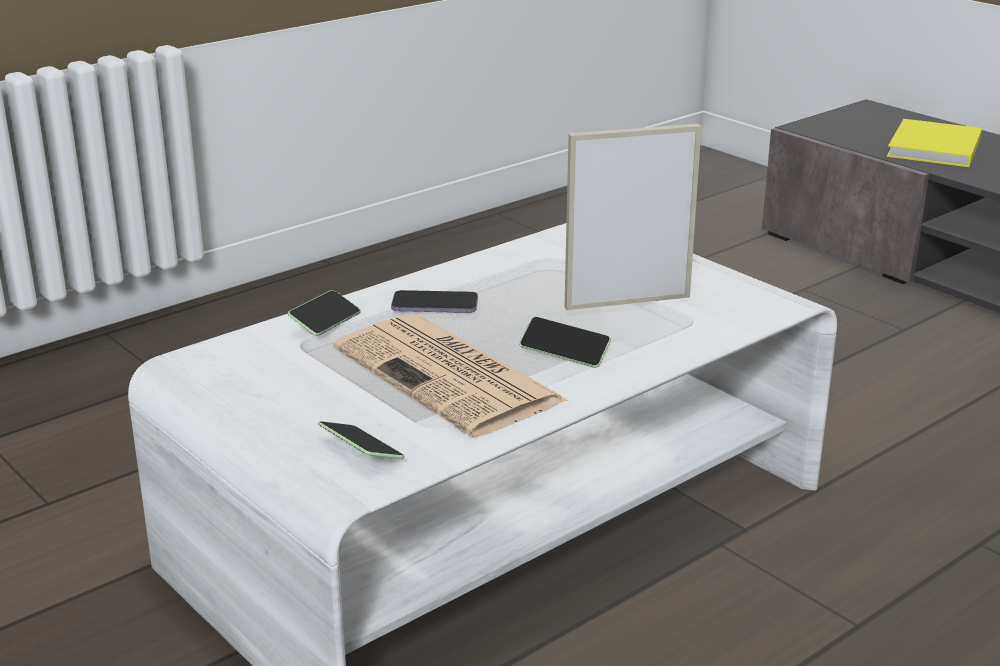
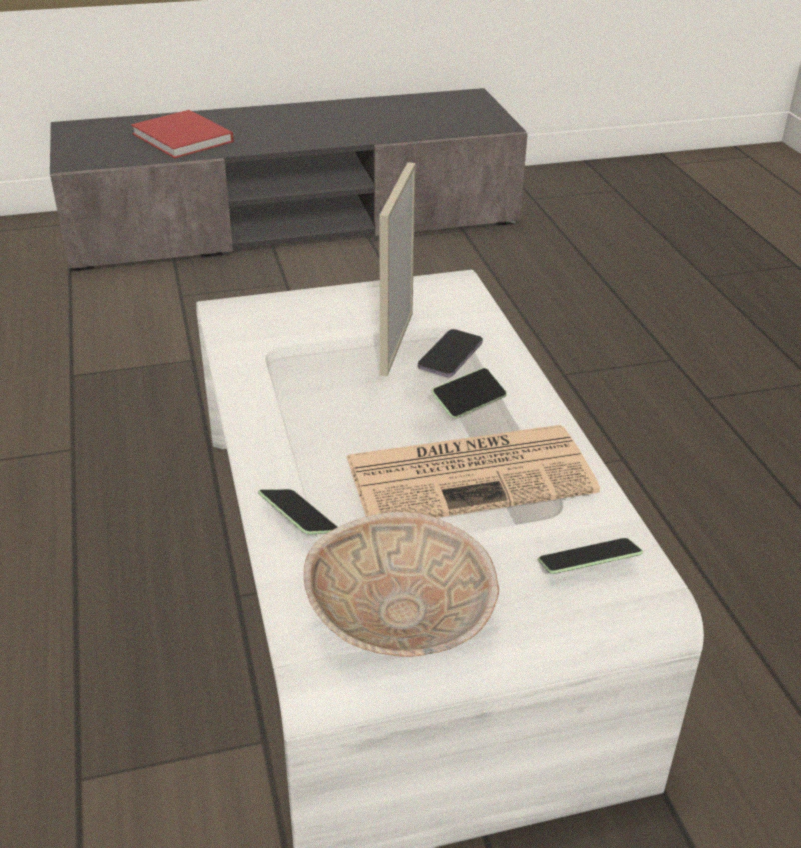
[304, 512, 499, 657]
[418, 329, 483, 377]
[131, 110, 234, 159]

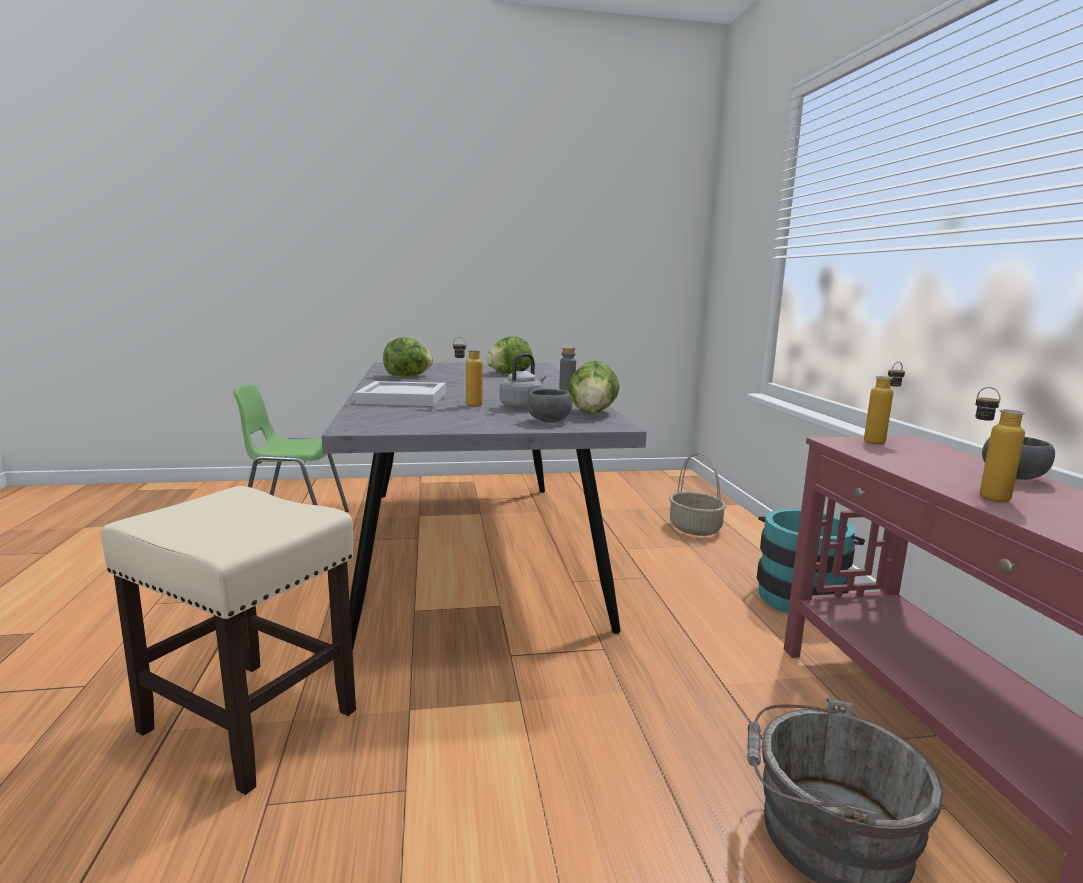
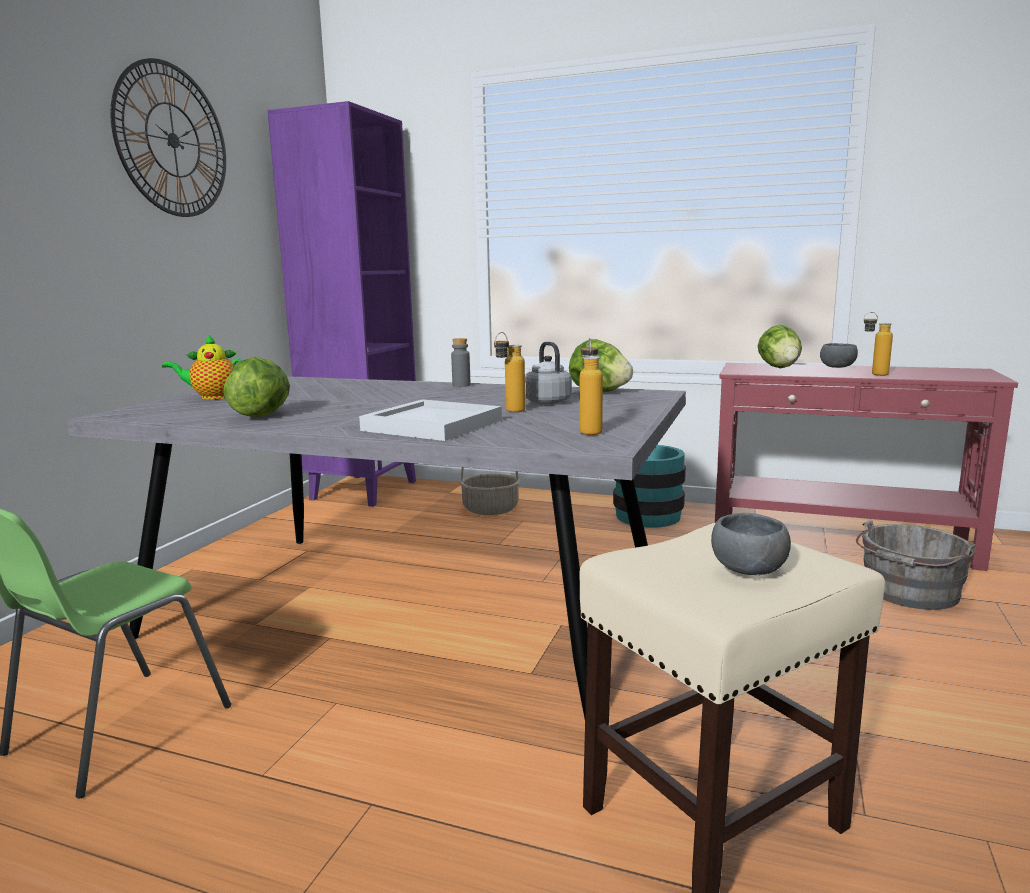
[110, 58, 226, 217]
[162, 334, 242, 400]
[267, 101, 416, 507]
[758, 325, 802, 368]
[711, 513, 791, 575]
[579, 338, 603, 435]

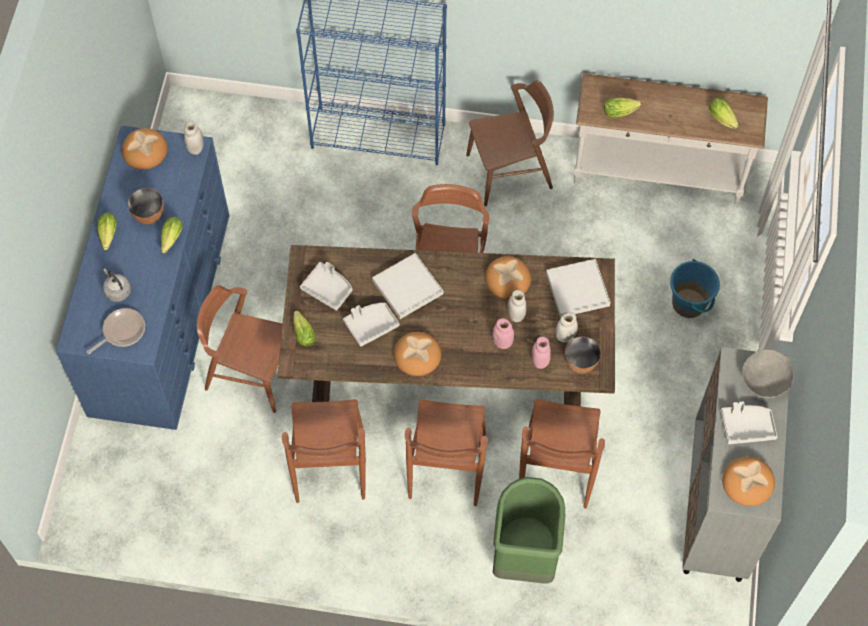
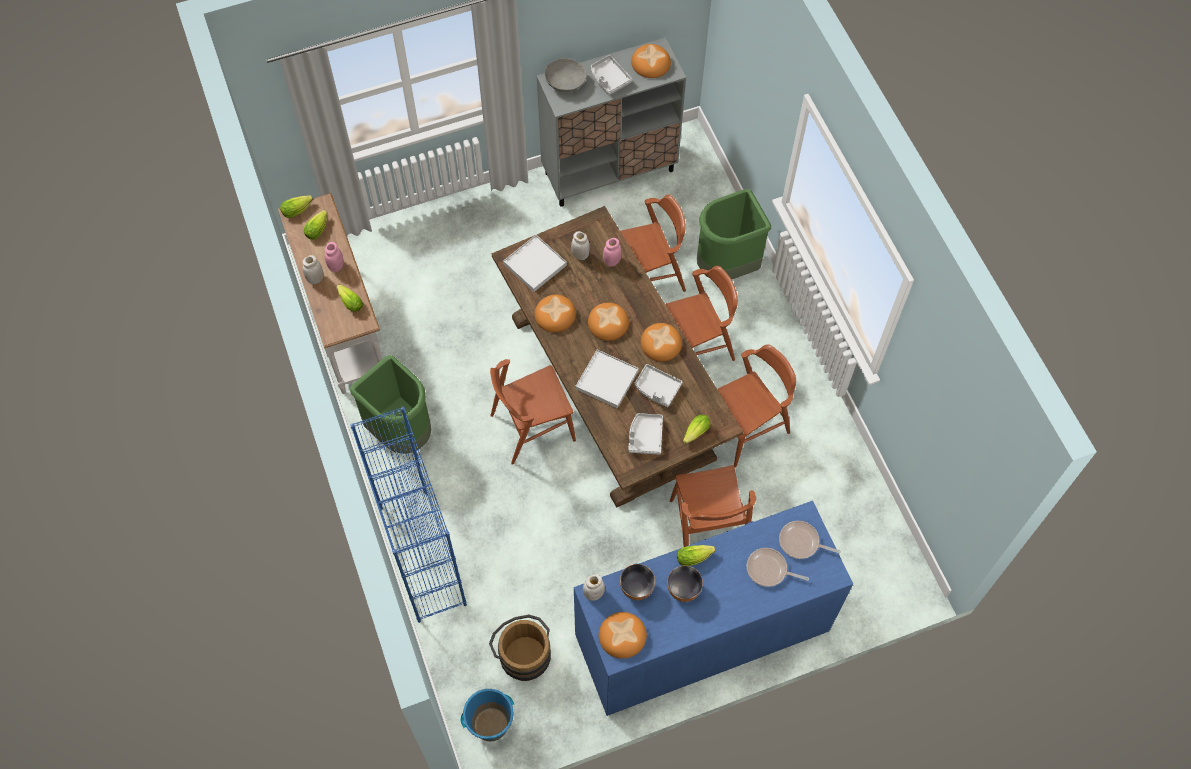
[489, 615, 551, 681]
[588, 303, 629, 341]
[280, 195, 313, 218]
[325, 242, 343, 272]
[302, 255, 324, 284]
[620, 564, 655, 600]
[461, 689, 515, 741]
[747, 548, 809, 587]
[350, 355, 431, 454]

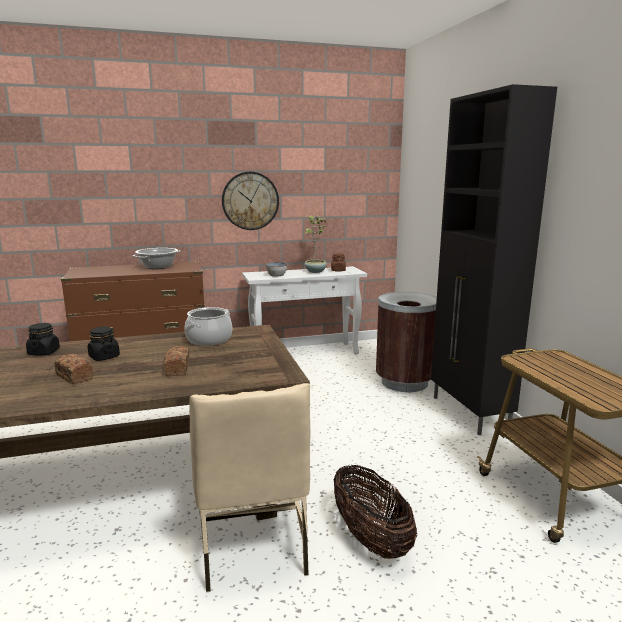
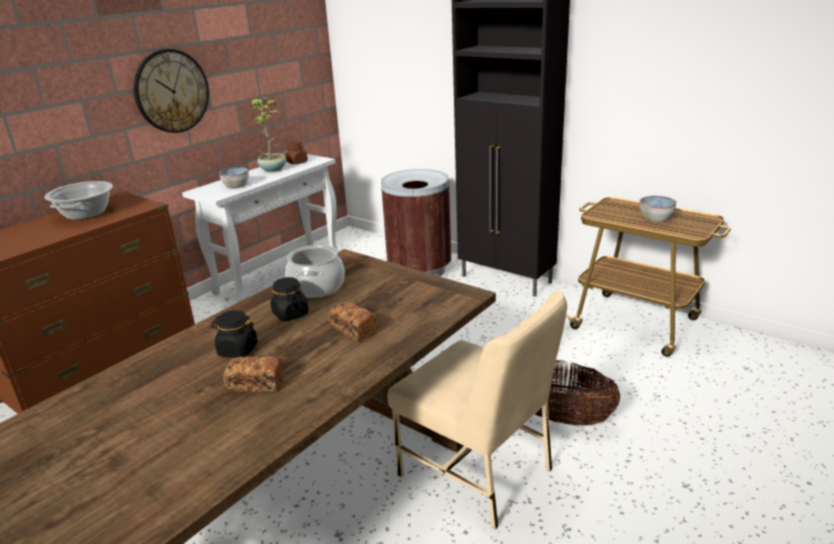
[640, 196, 677, 222]
[271, 277, 309, 321]

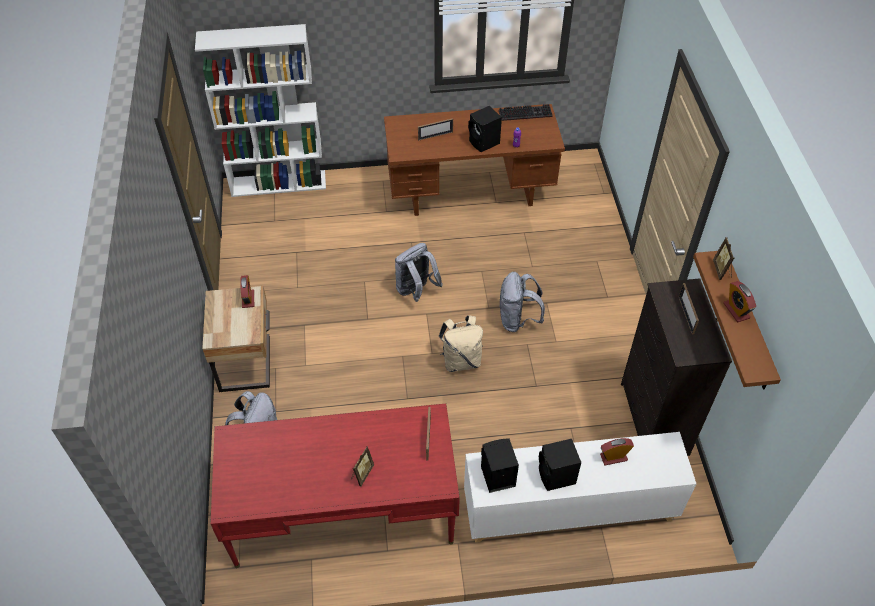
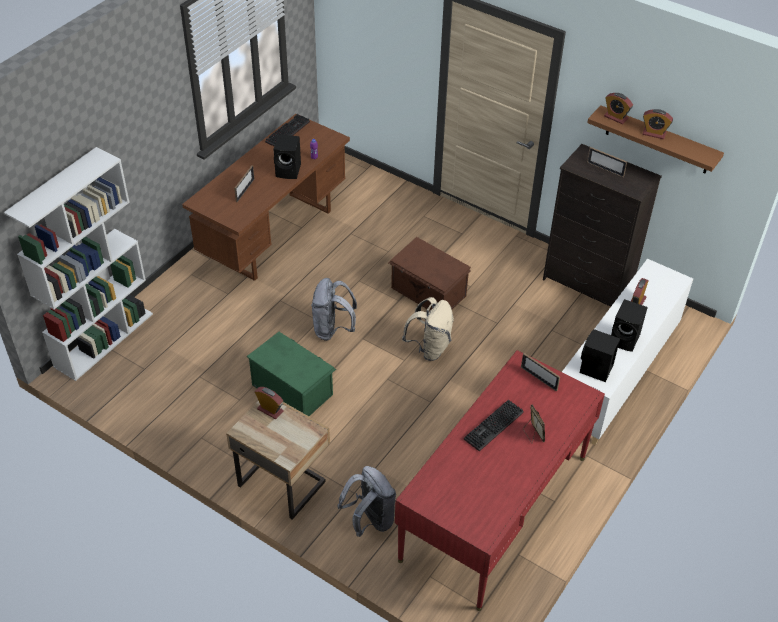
[247, 332, 336, 416]
[464, 399, 524, 451]
[388, 237, 471, 311]
[604, 93, 633, 124]

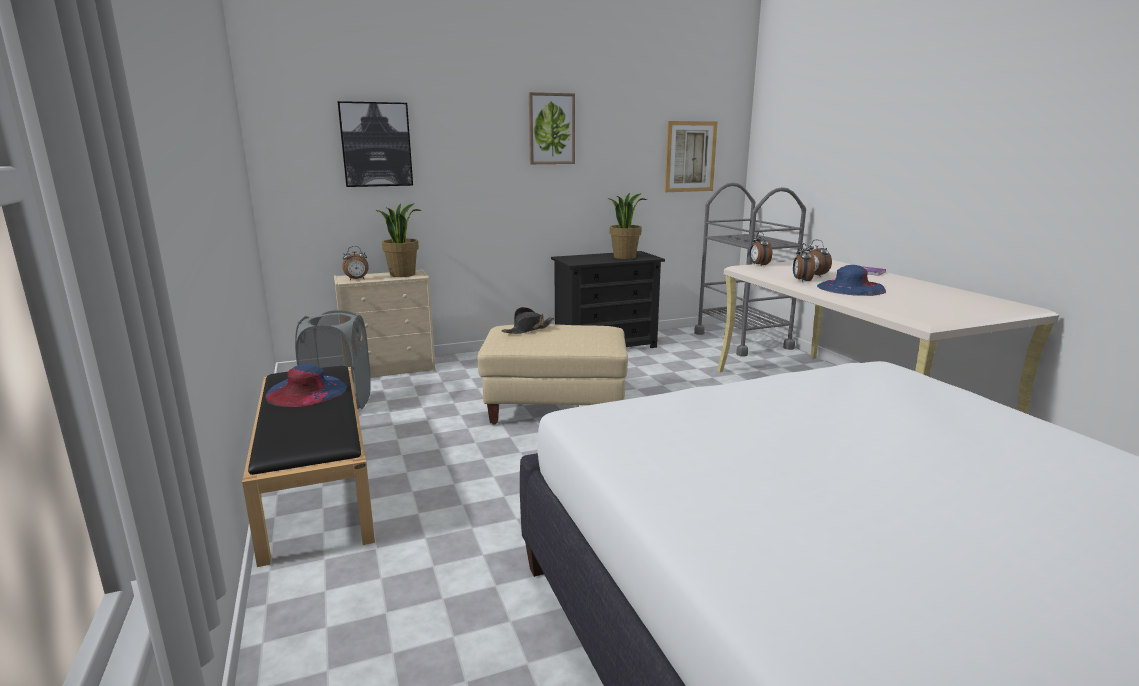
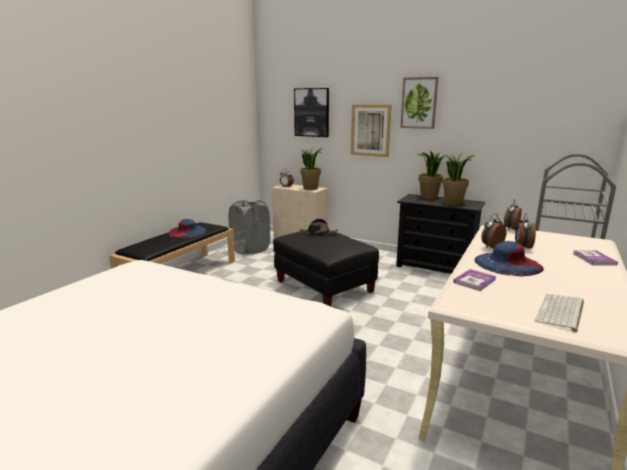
[418, 150, 446, 199]
[453, 269, 496, 291]
[535, 294, 584, 332]
[351, 105, 392, 157]
[273, 231, 379, 307]

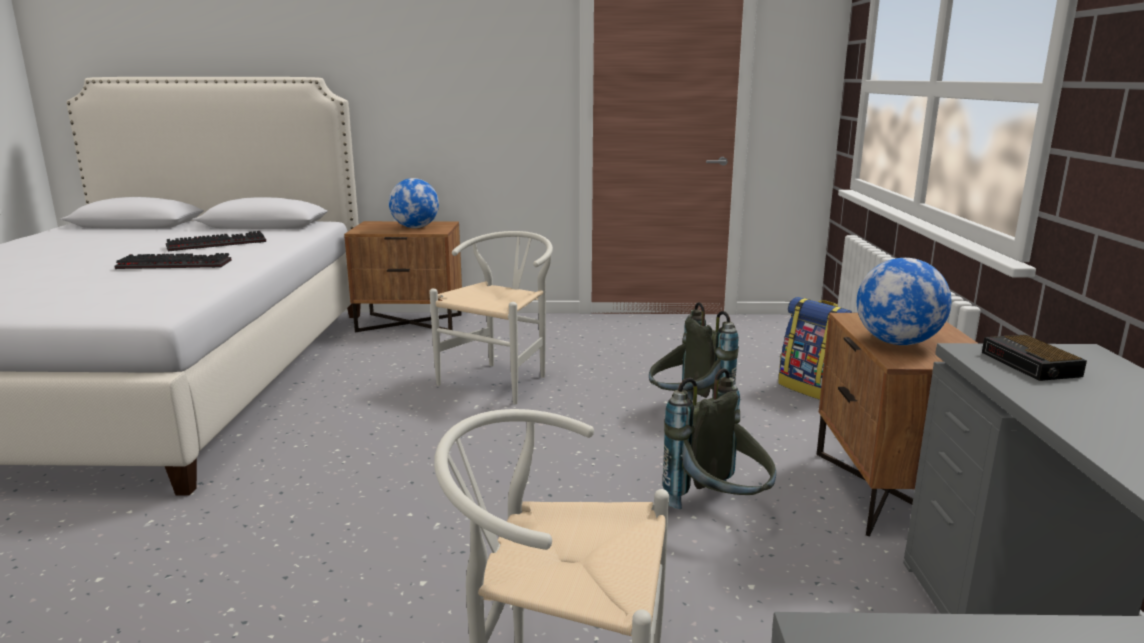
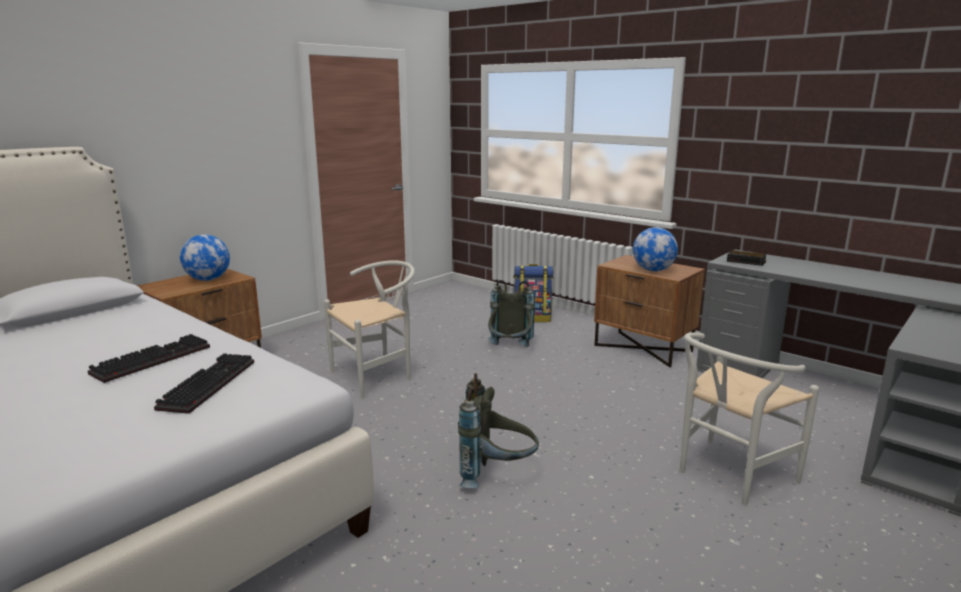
[154, 353, 254, 414]
[458, 373, 539, 488]
[324, 260, 415, 399]

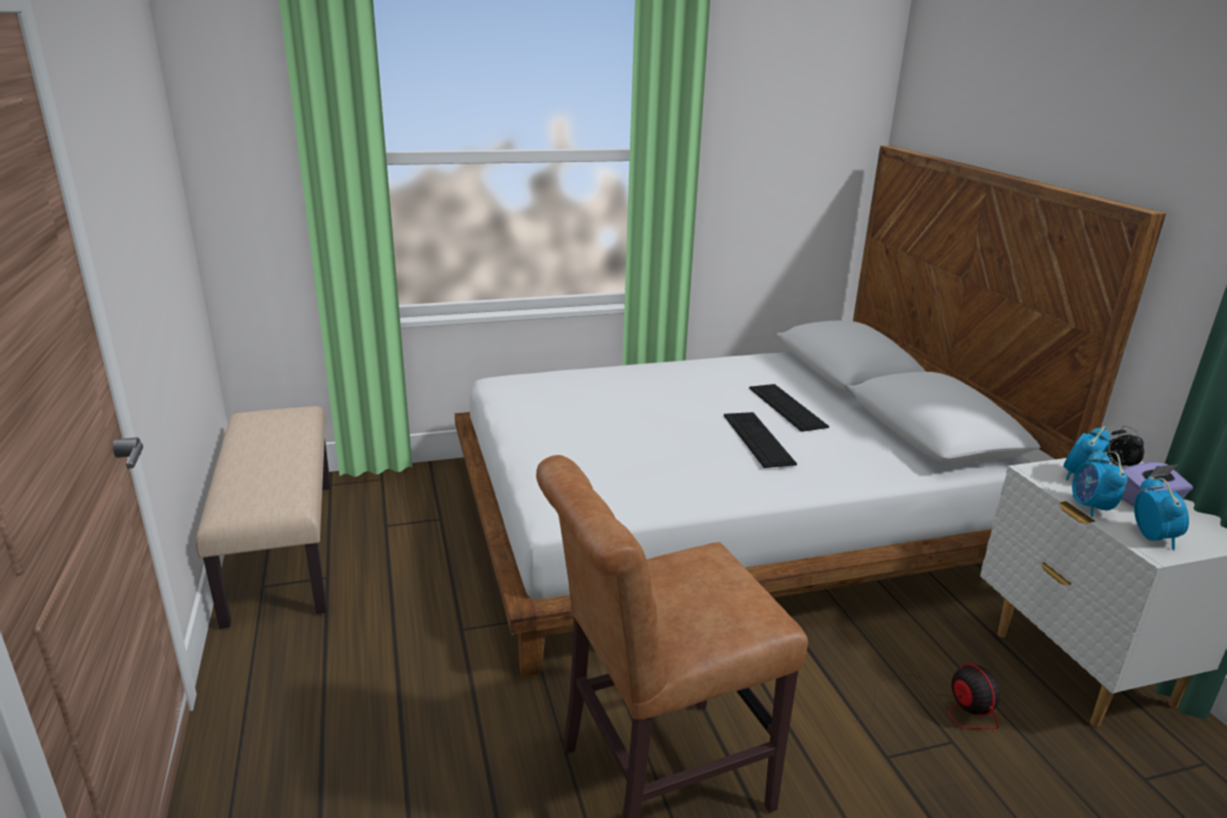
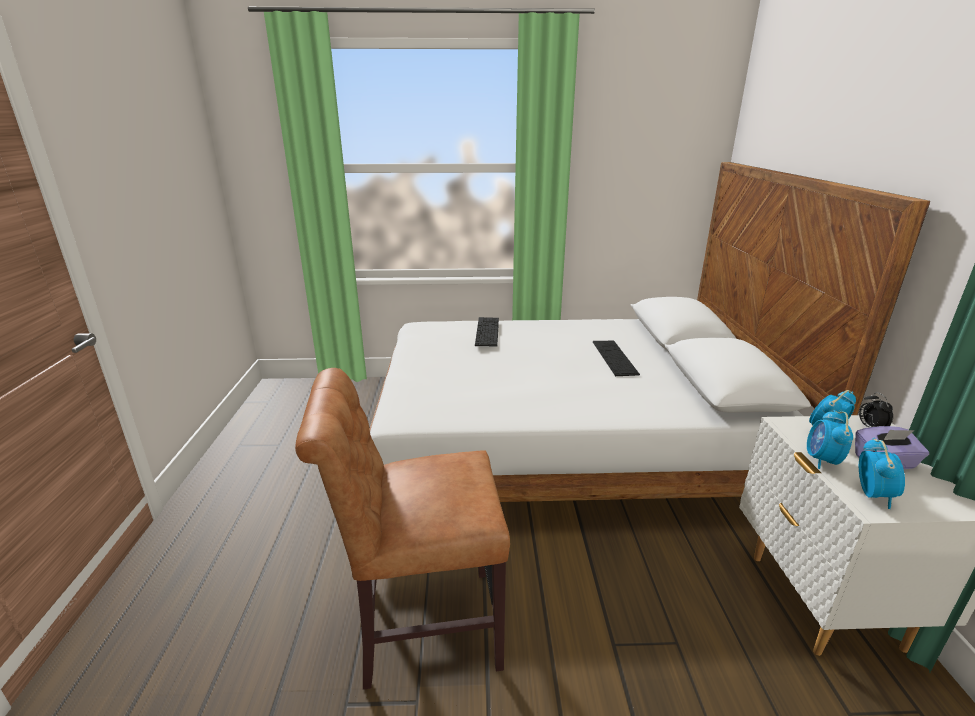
[196, 406, 331, 629] (first image)
[853, 664, 1000, 729] (first image)
[475, 317, 499, 346]

